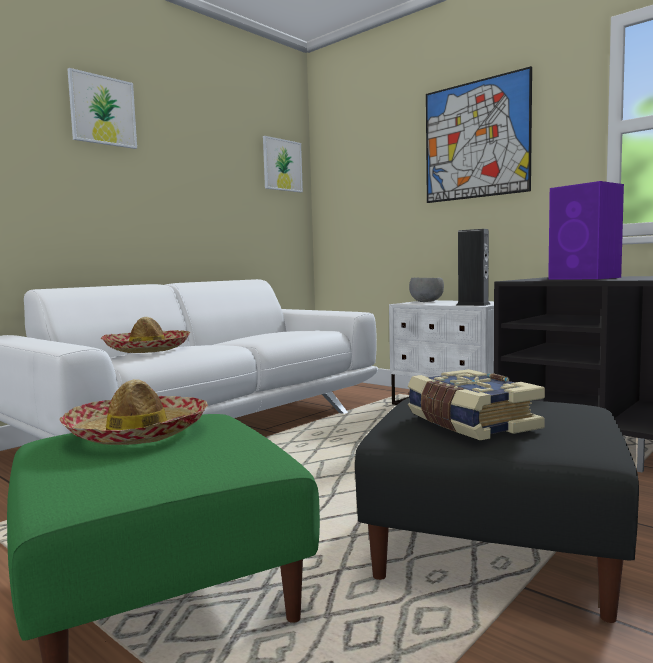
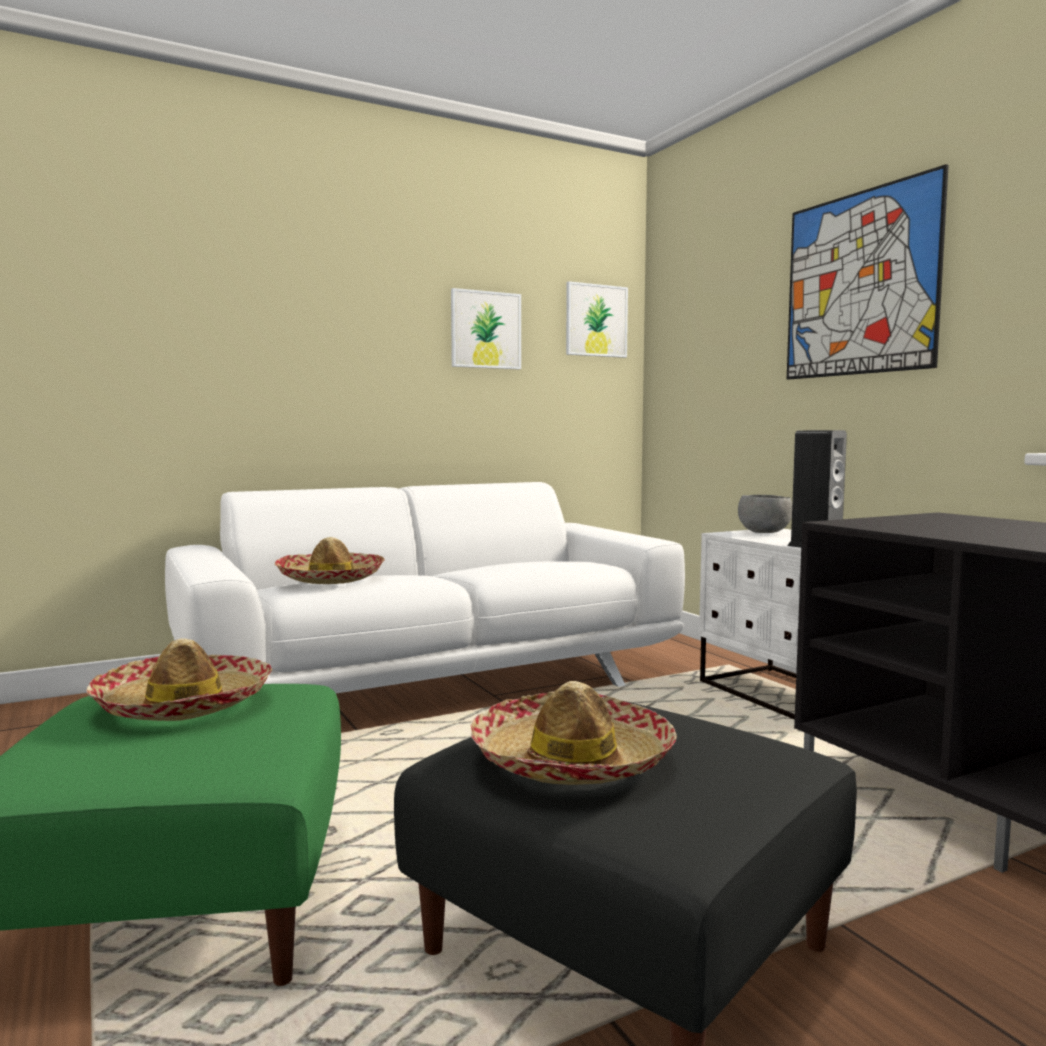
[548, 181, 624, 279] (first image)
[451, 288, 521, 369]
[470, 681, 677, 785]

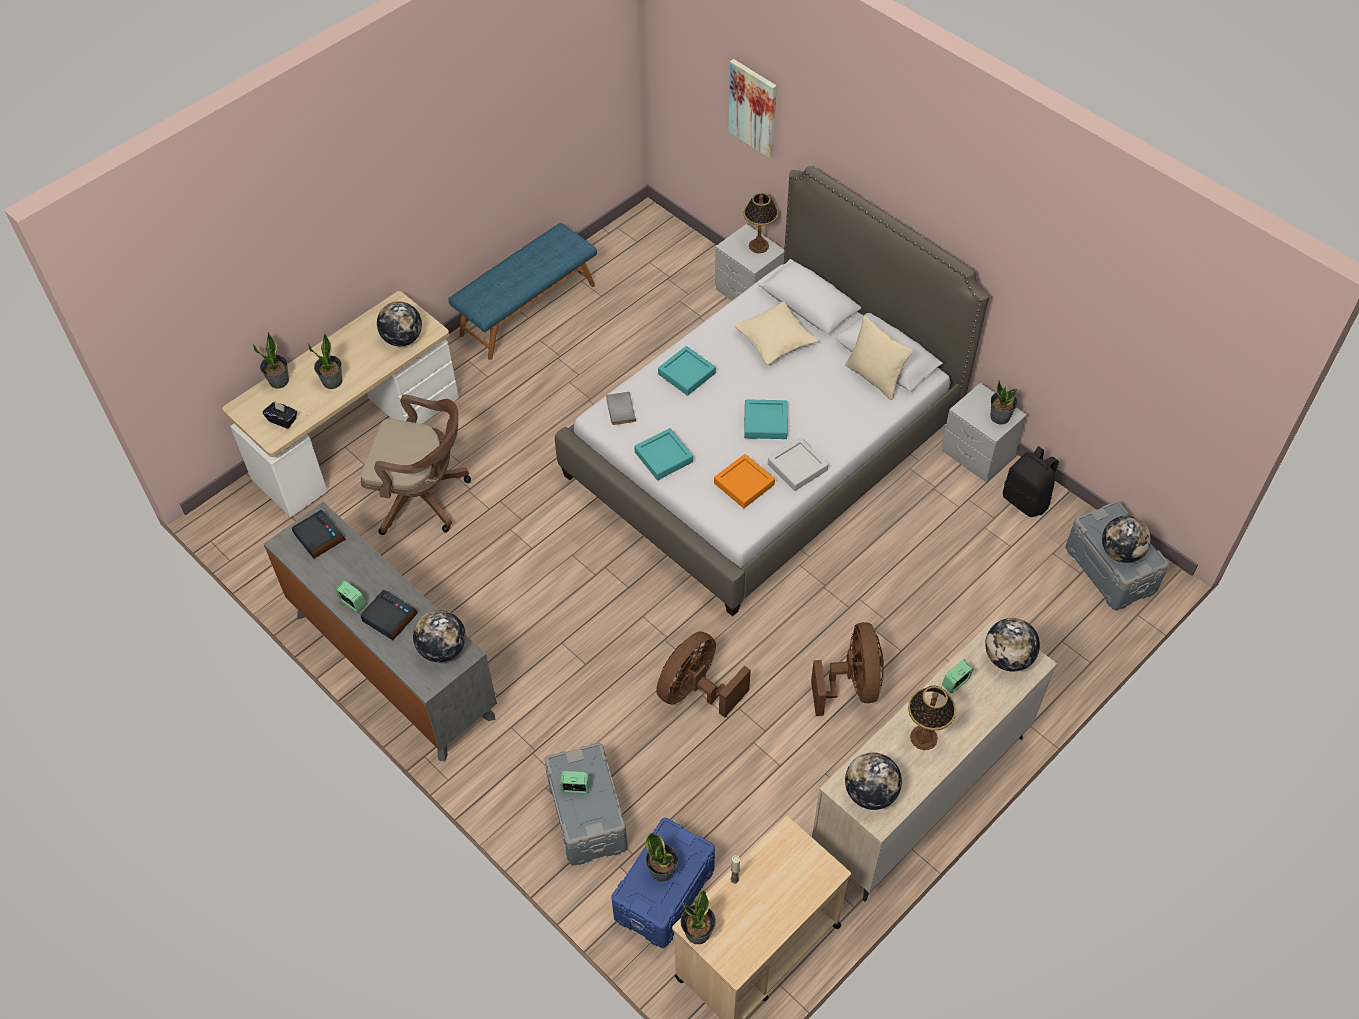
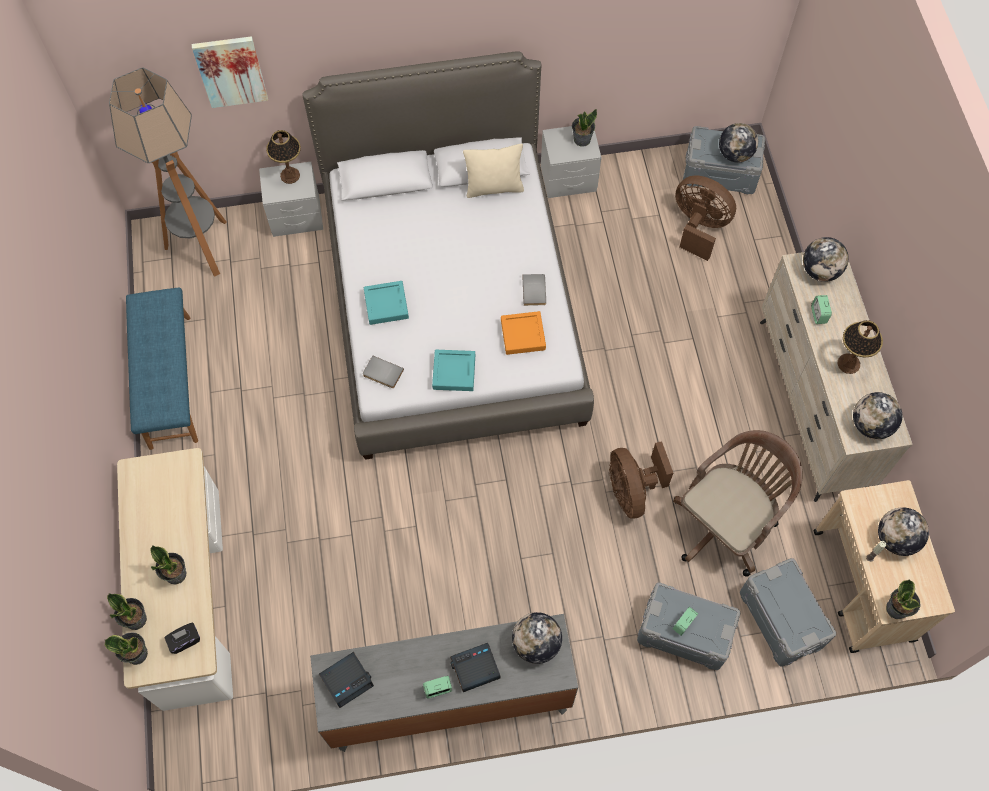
[734, 301, 819, 365] (first image)
[744, 399, 787, 439] (first image)
[1003, 446, 1059, 517] (first image)
[109, 68, 227, 277]
[673, 430, 803, 577]
[878, 507, 929, 556]
[105, 632, 148, 665]
[675, 176, 736, 261]
[522, 274, 546, 306]
[740, 558, 836, 667]
[319, 652, 374, 708]

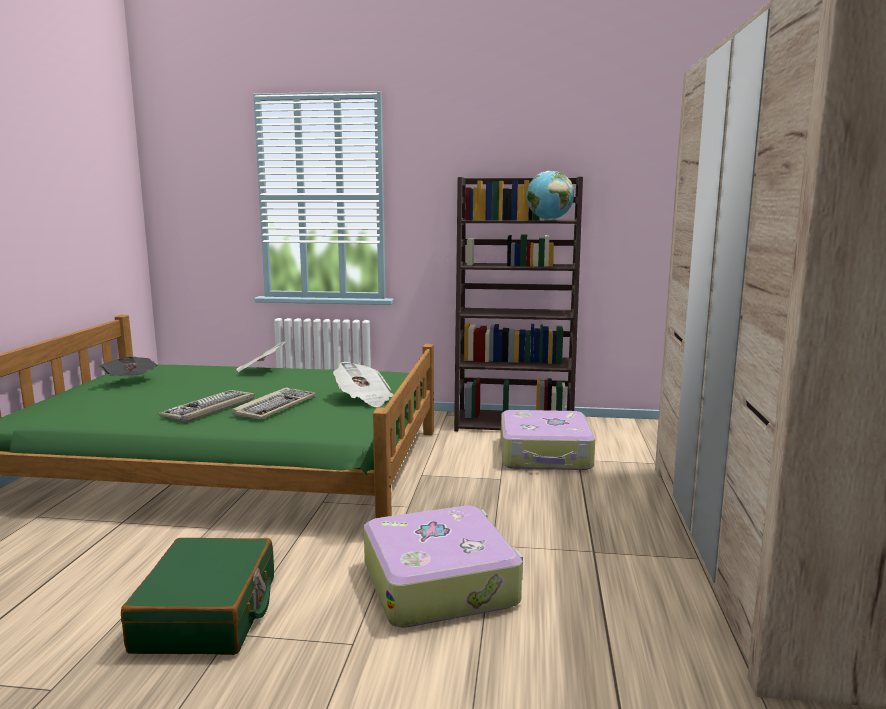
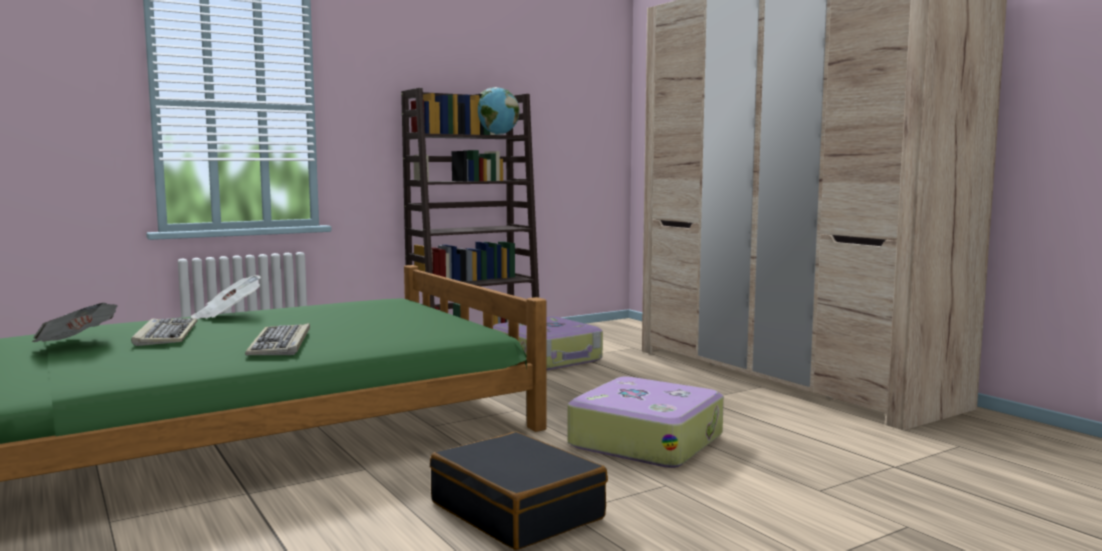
[333, 362, 394, 407] (first image)
[131, 318, 197, 346]
[430, 432, 608, 550]

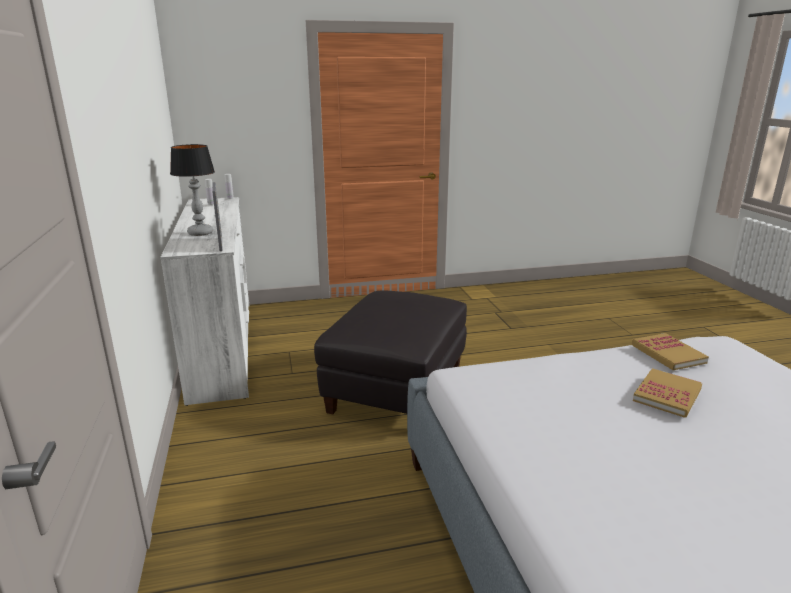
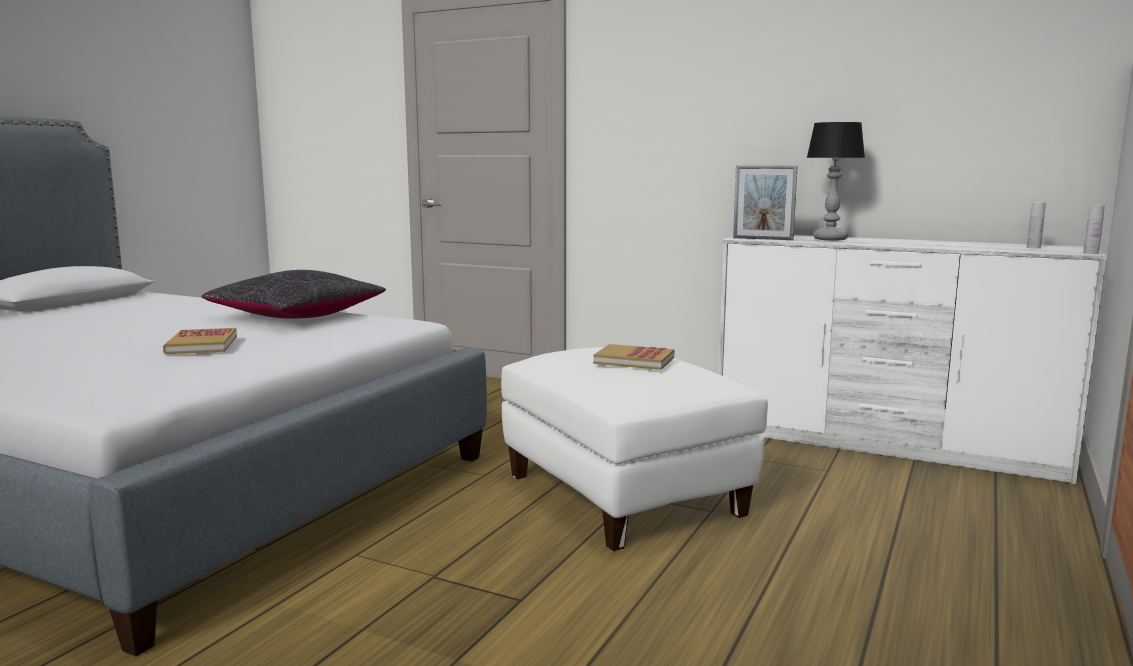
[201, 270, 386, 319]
[593, 344, 674, 370]
[501, 347, 768, 551]

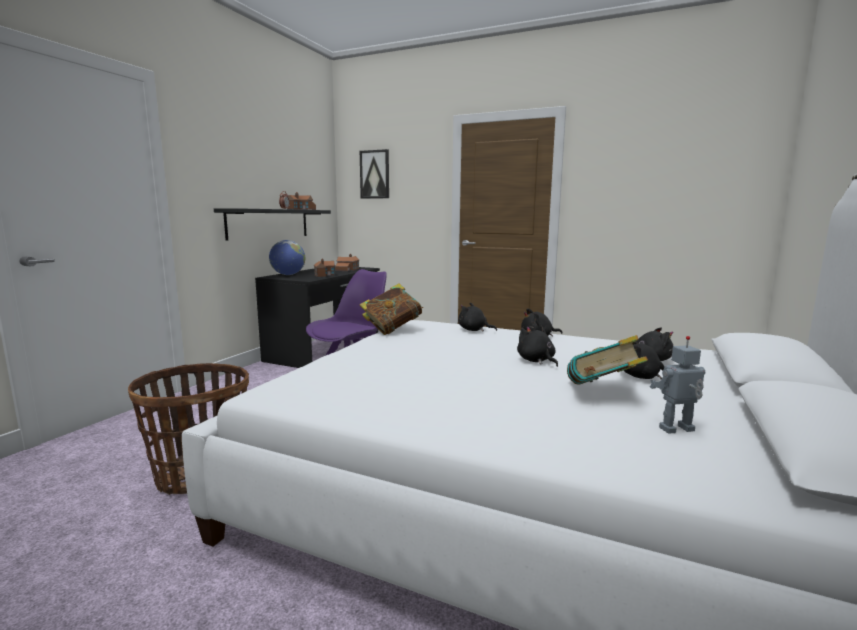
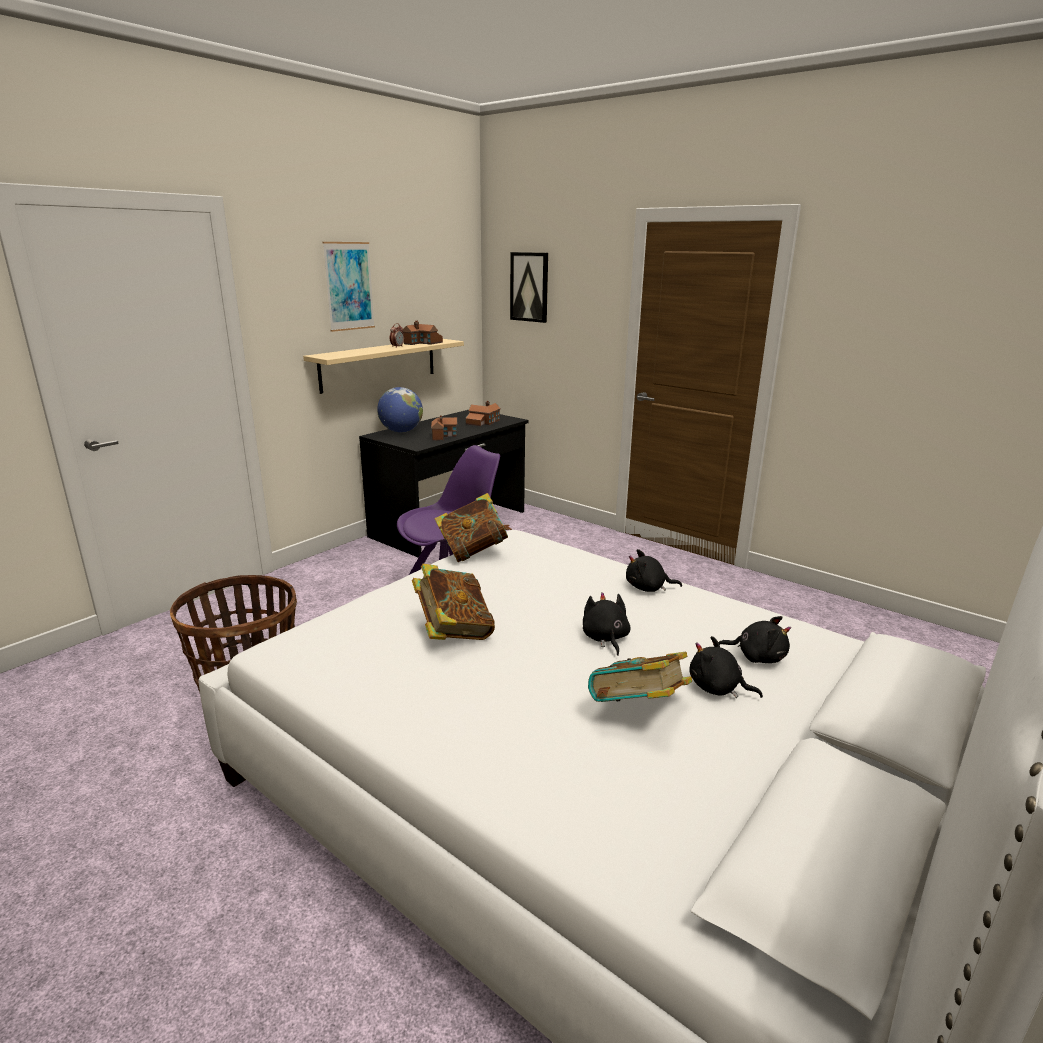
[458, 302, 497, 332] (first image)
[650, 336, 705, 434] (first image)
[323, 242, 375, 332]
[412, 564, 495, 640]
[303, 339, 464, 394]

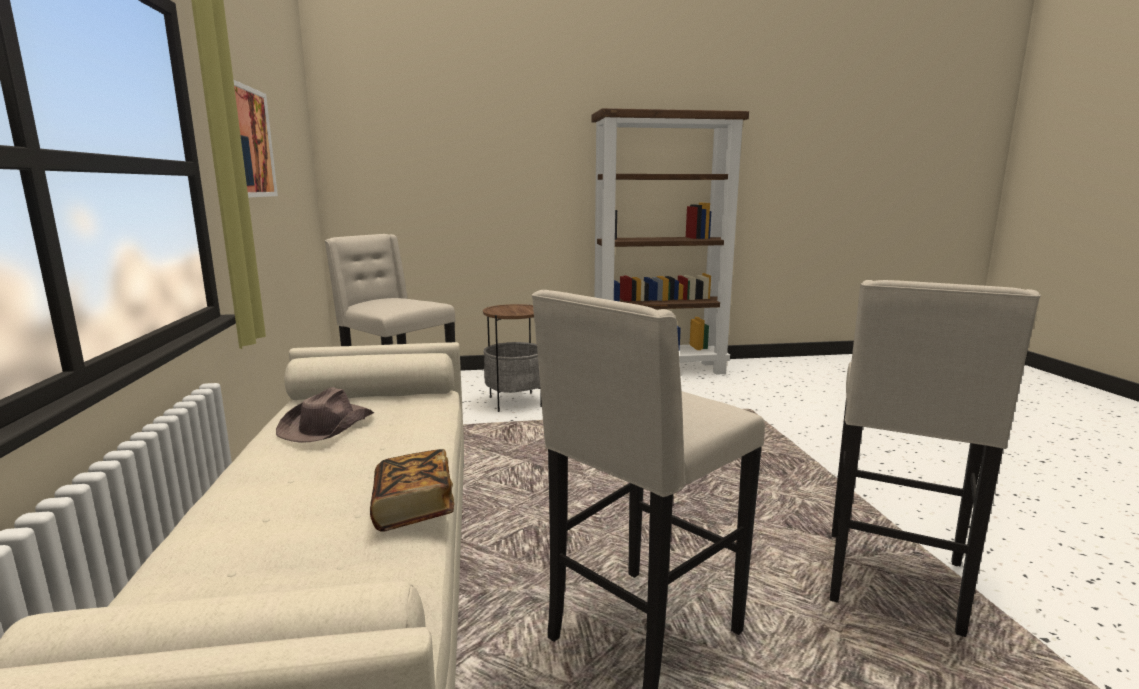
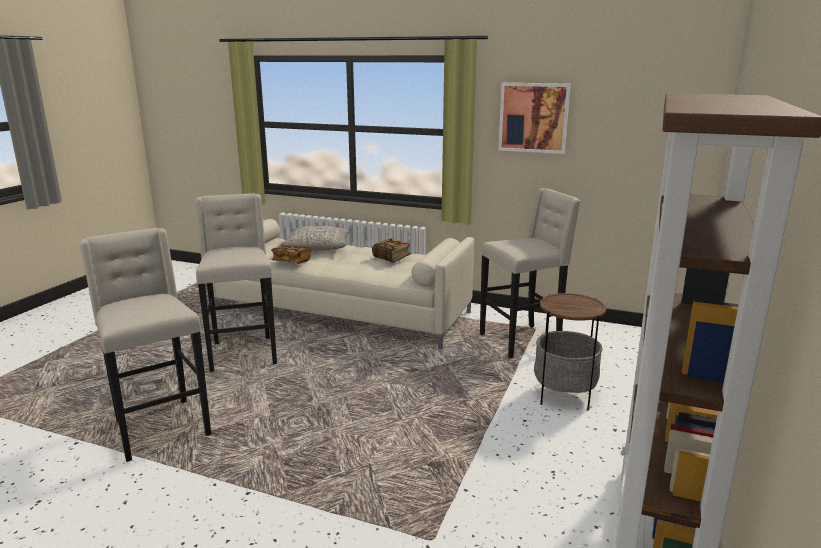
[280, 226, 351, 251]
[372, 238, 411, 263]

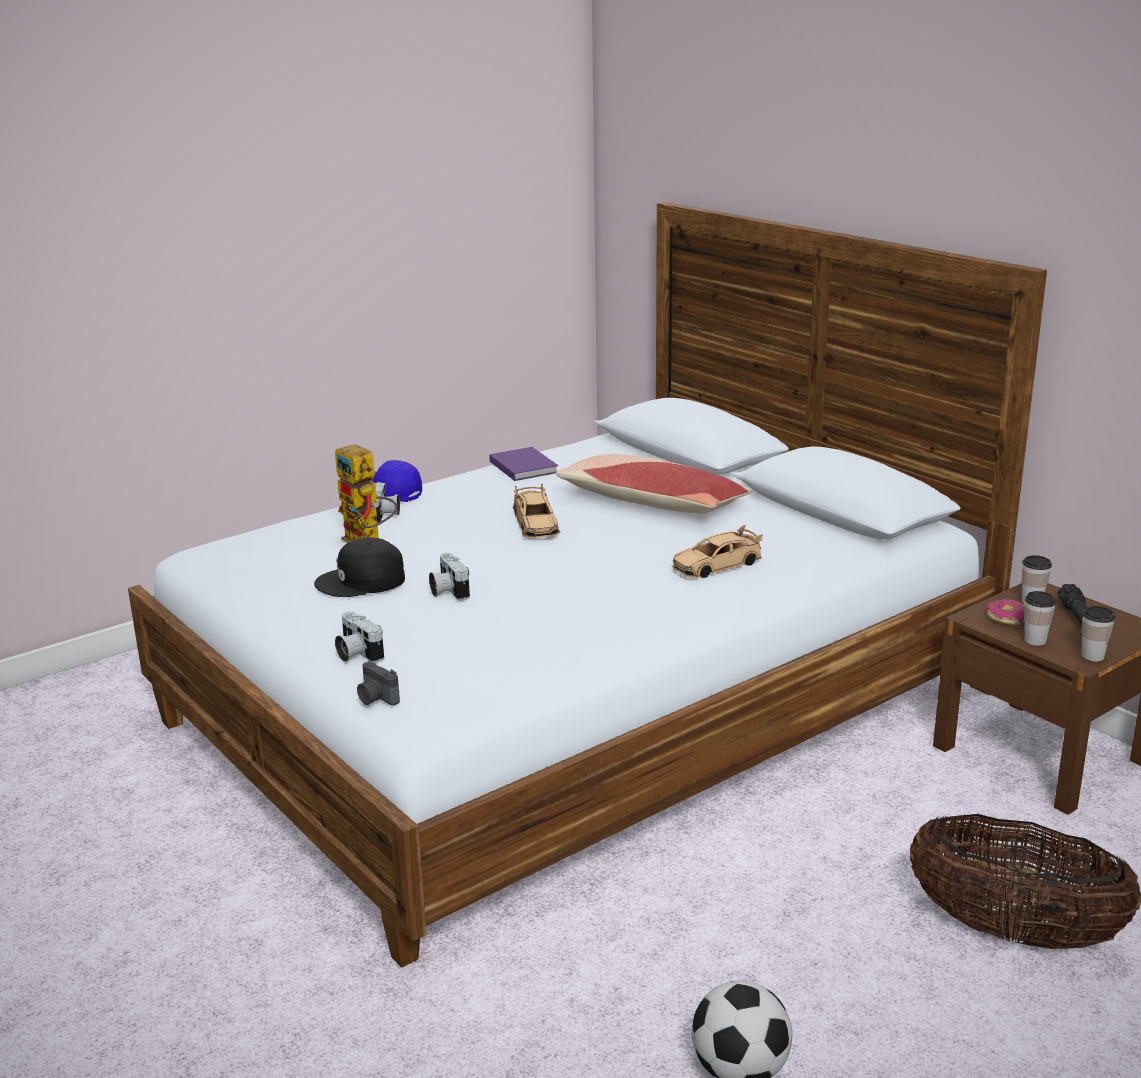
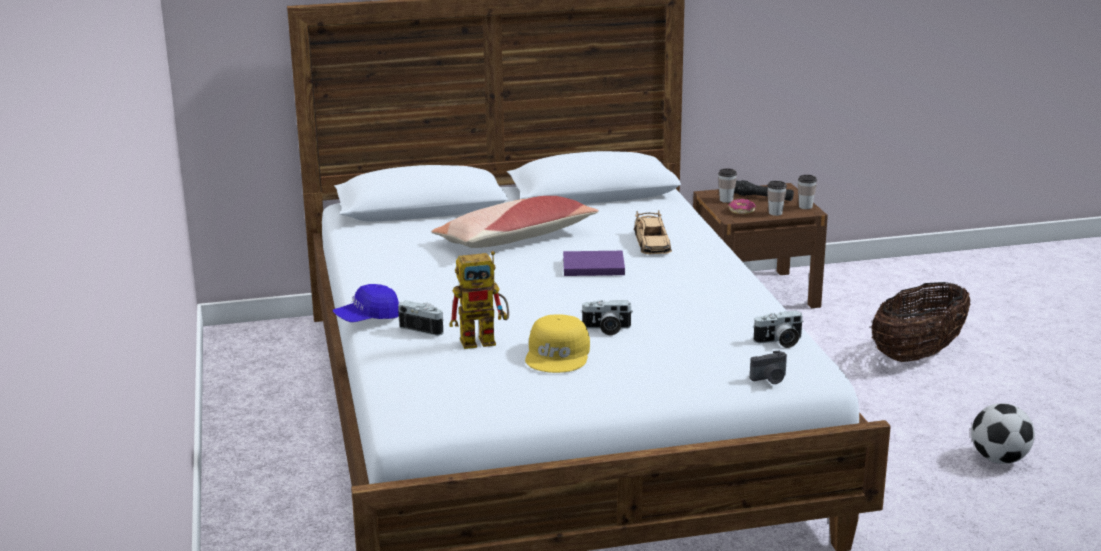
[513, 484, 560, 539] (first image)
[753, 310, 803, 348]
[563, 251, 625, 276]
[525, 314, 590, 373]

